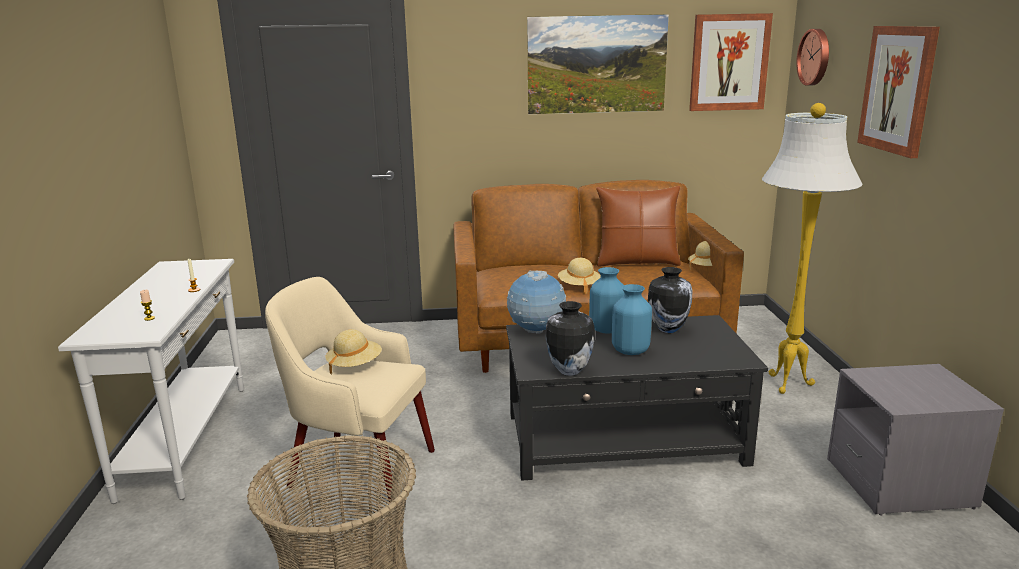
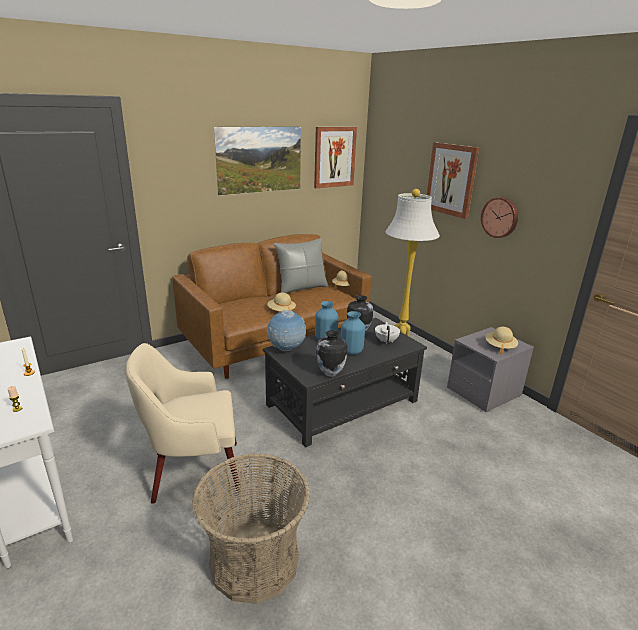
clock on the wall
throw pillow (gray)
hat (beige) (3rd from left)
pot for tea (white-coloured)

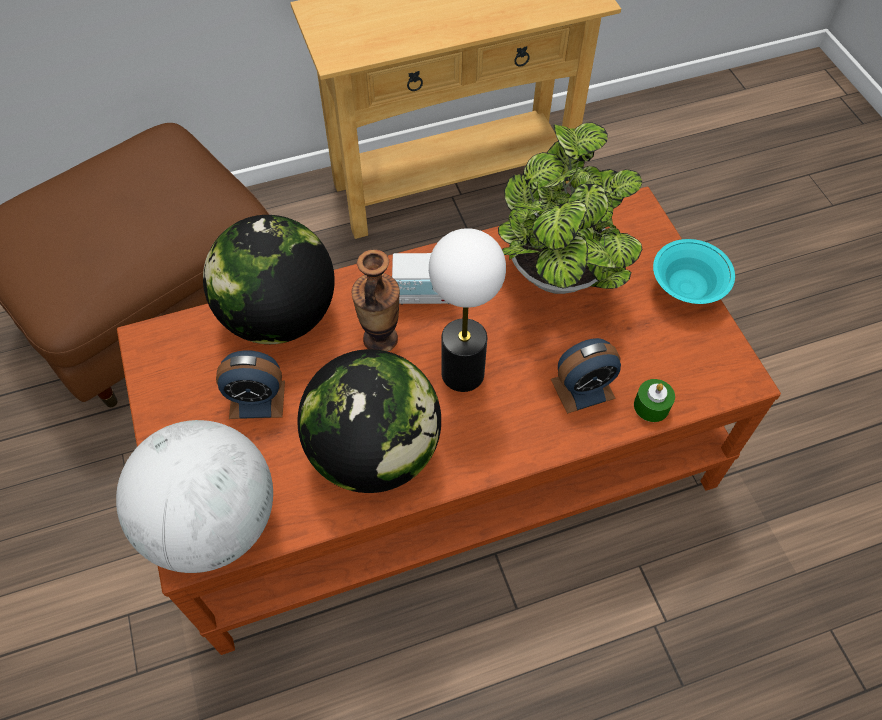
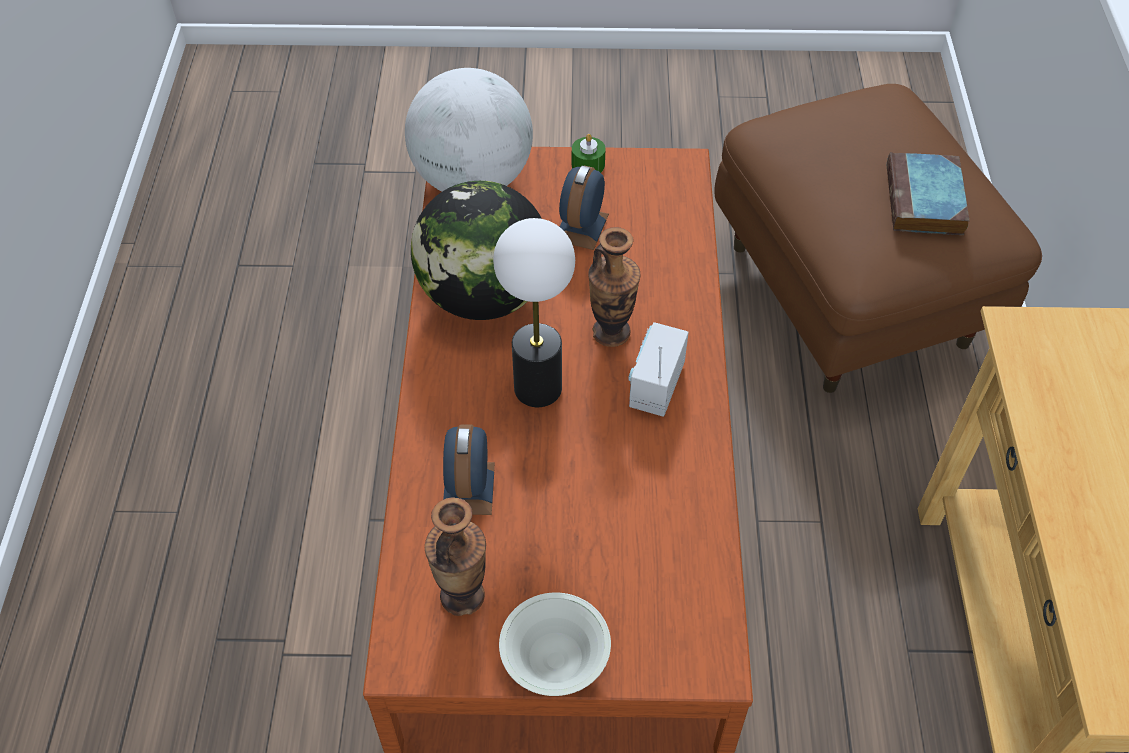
houseplant
globe (2nd from left in the first image)
deep dish (white-coloured)
wax candle (green)
bound book
vase (1st from left)

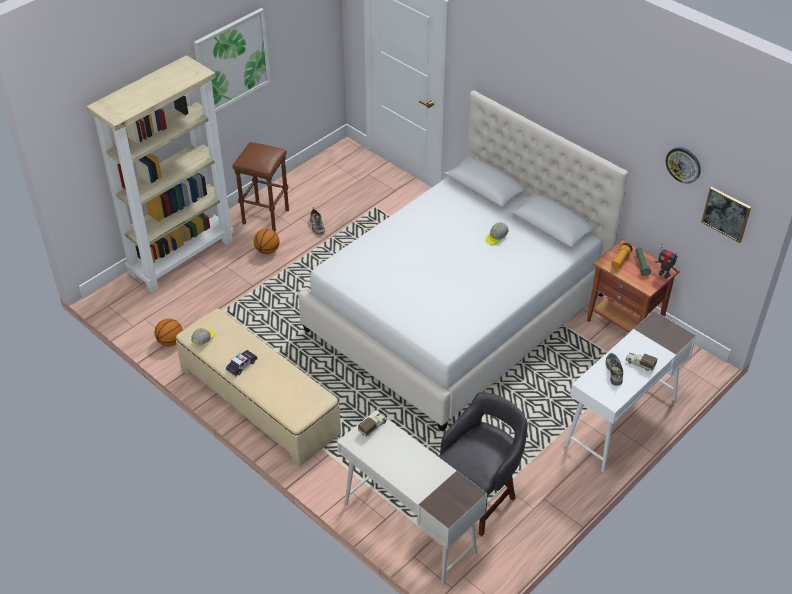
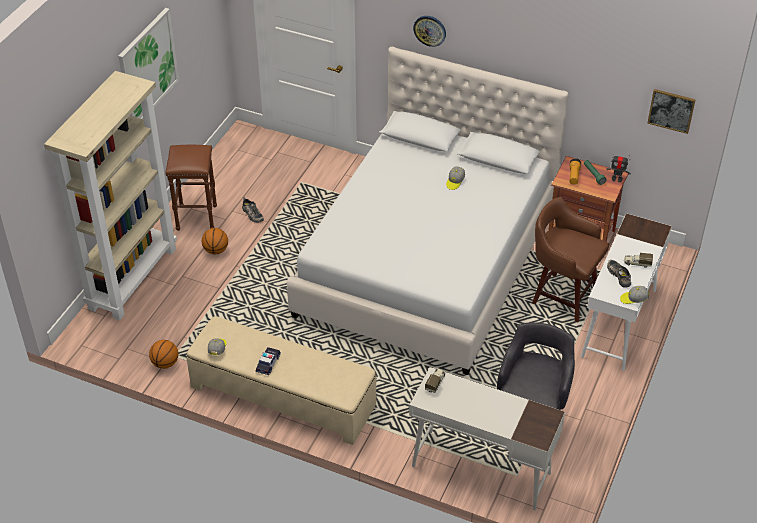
clock on the wall
stool (brownish) (2nd from left)
baseball cap (3rd from left)

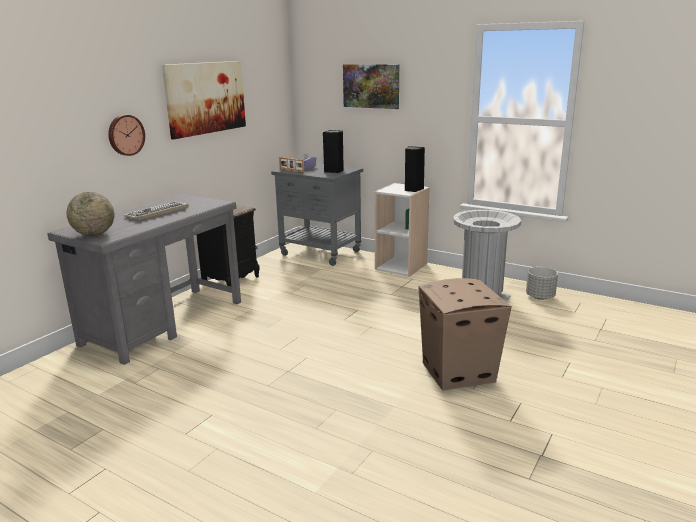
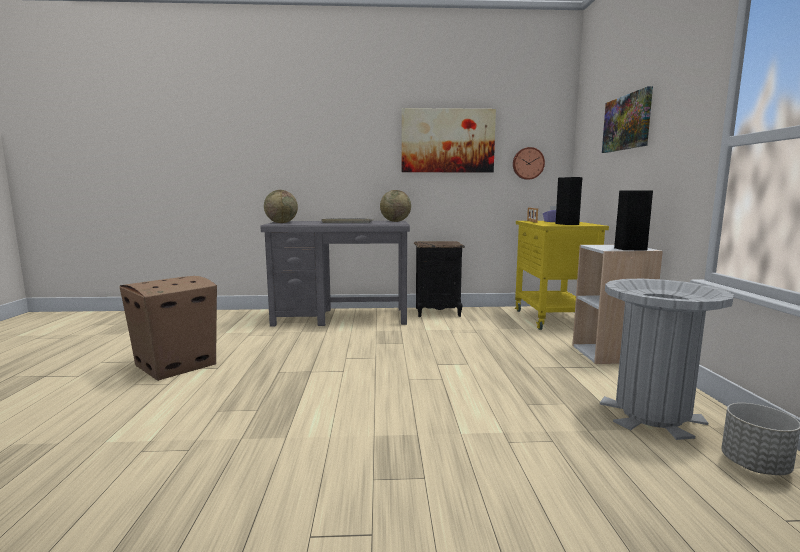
clock on the wall
wheeled cart (yellowish)
cardboard box
globe (2nd from left)

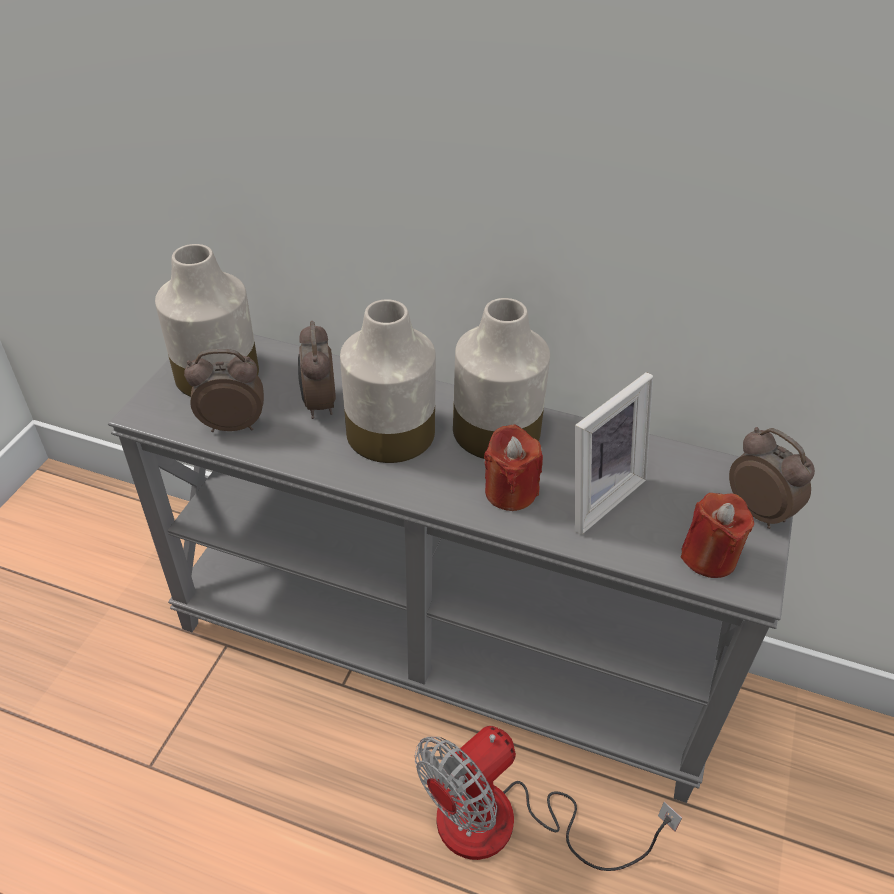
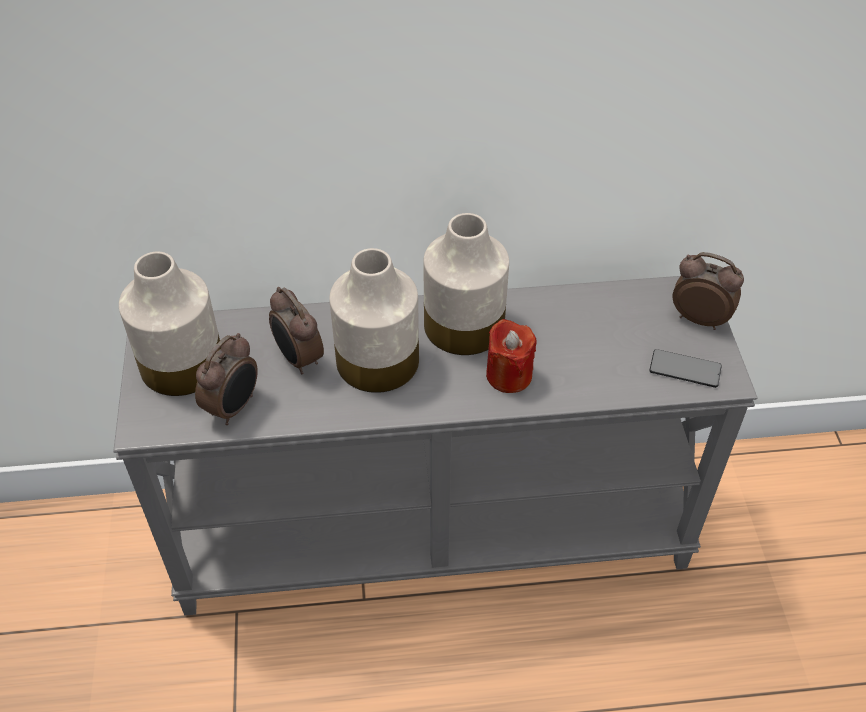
alarm clock (1st from left)
photo frame
telephone
fan

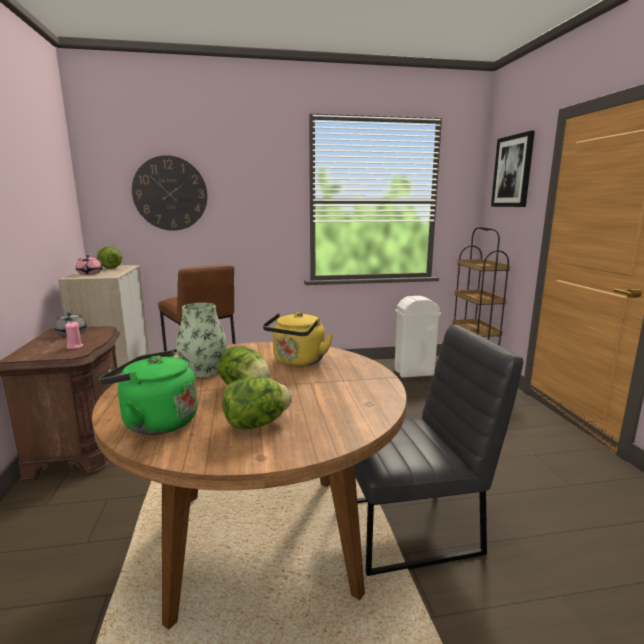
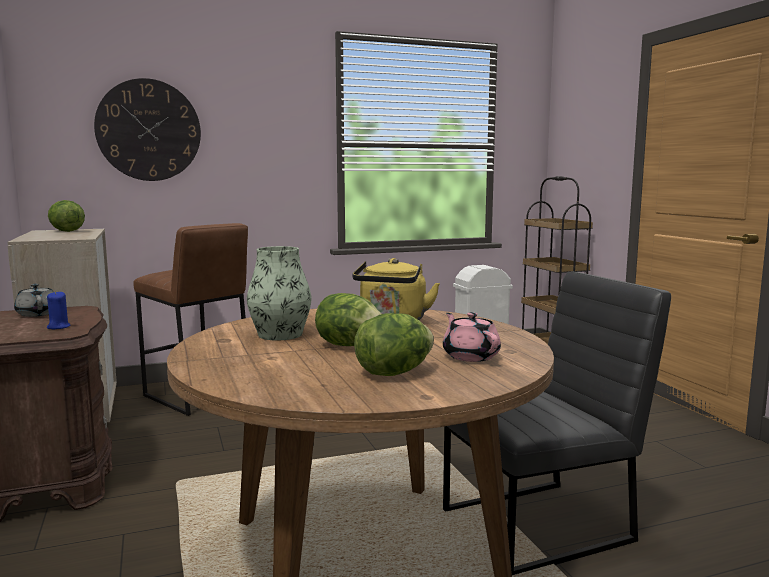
wall art
pot for tea (pink-coloured)
wax candle (blue-coloured)
water kettle (green)

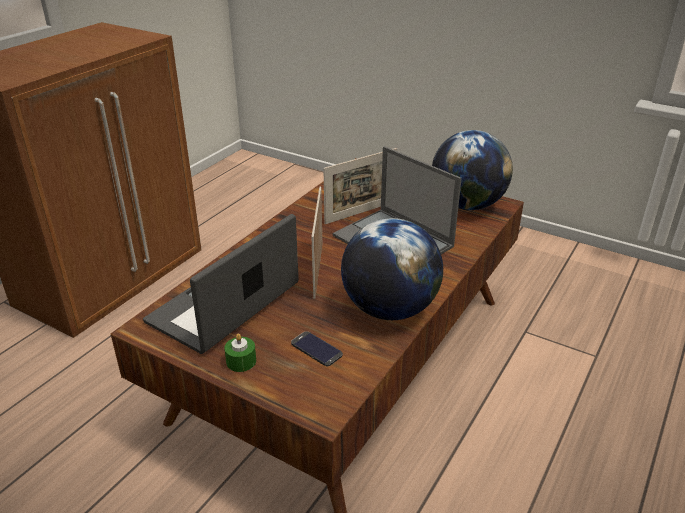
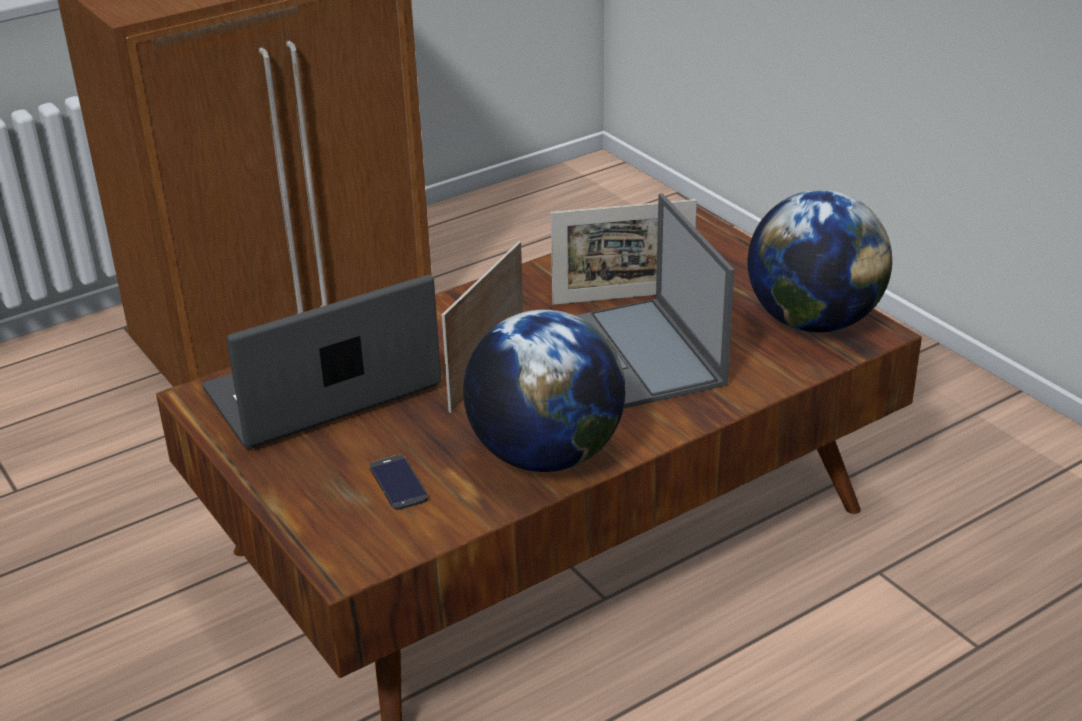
wax candle (green)

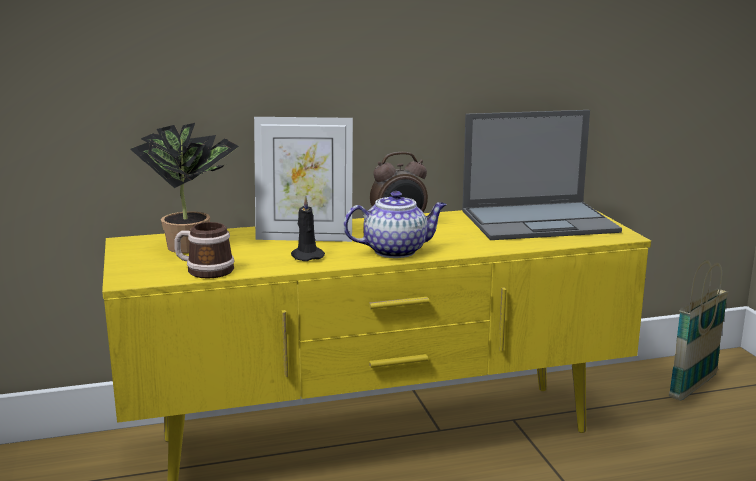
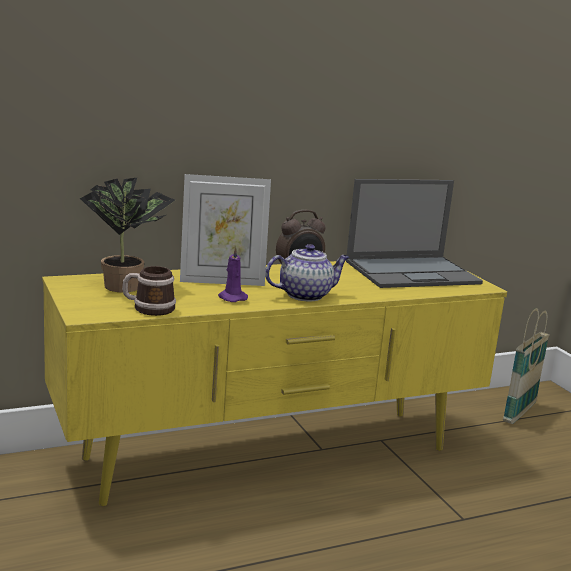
wax candle (purple)

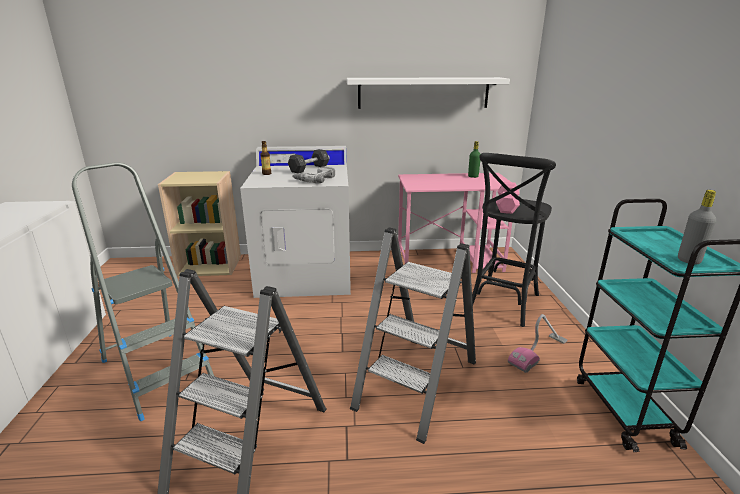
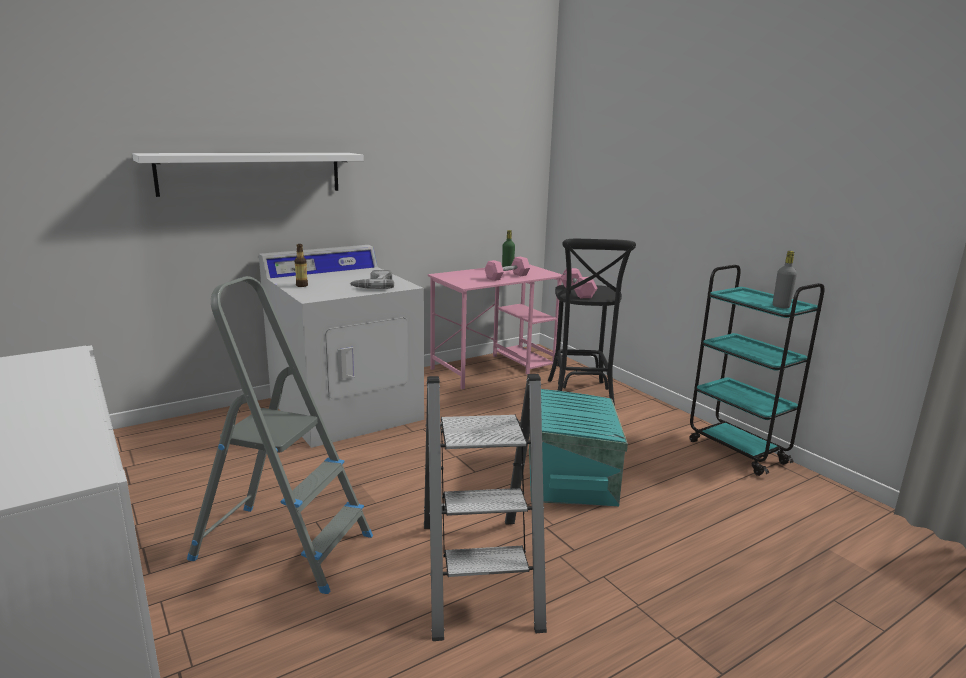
wall shelf (white-coloured)
free weight (blackish)
bookshelf (beige)
storage bin (blue-green)
vacuum cleaner
free weight (pink-coloured) (1st from left)

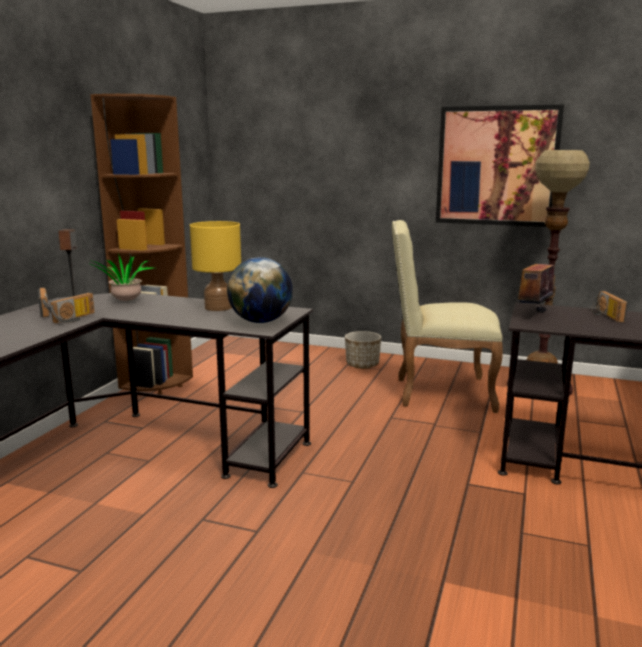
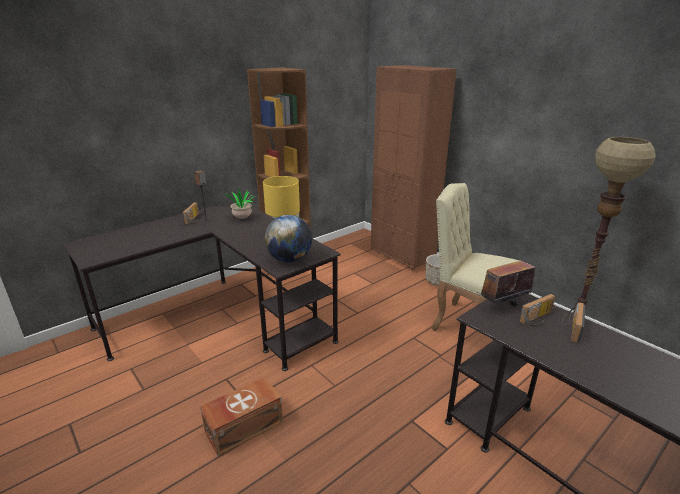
wall art
radio receiver (3rd from left)
storage cabinet (brownish)
storage bin (brownish)

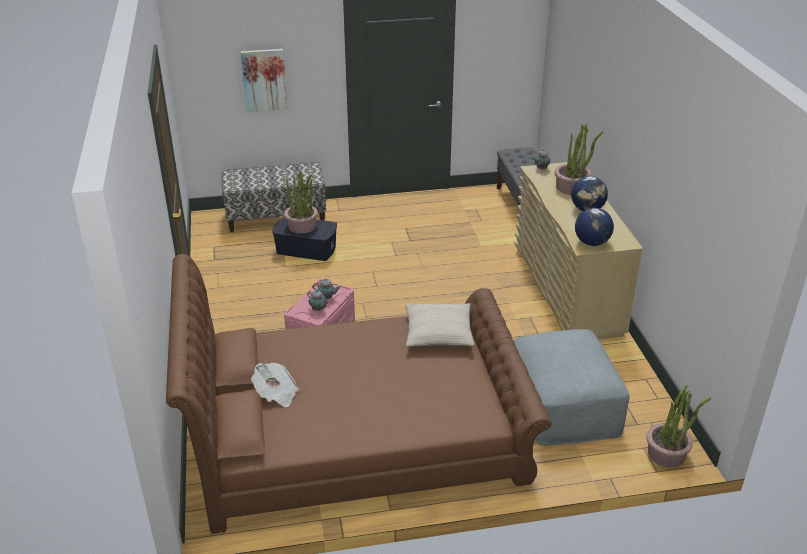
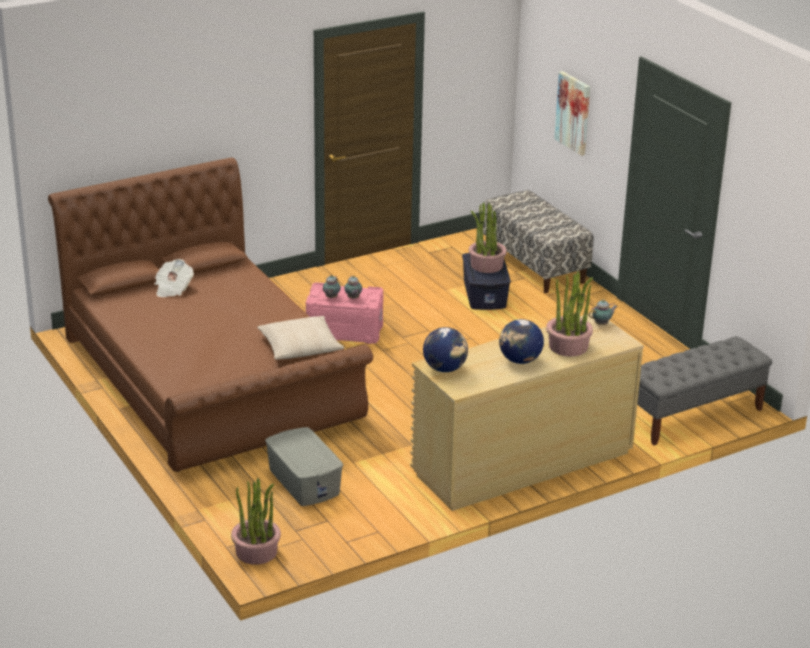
storage bin (gray)

